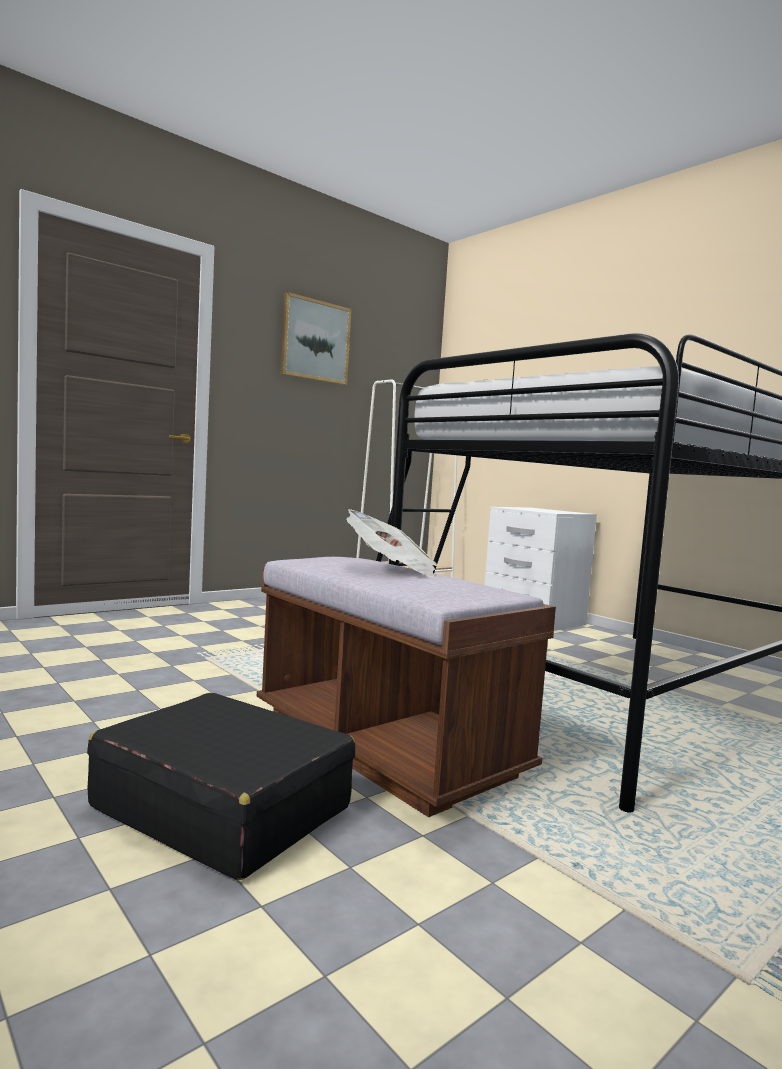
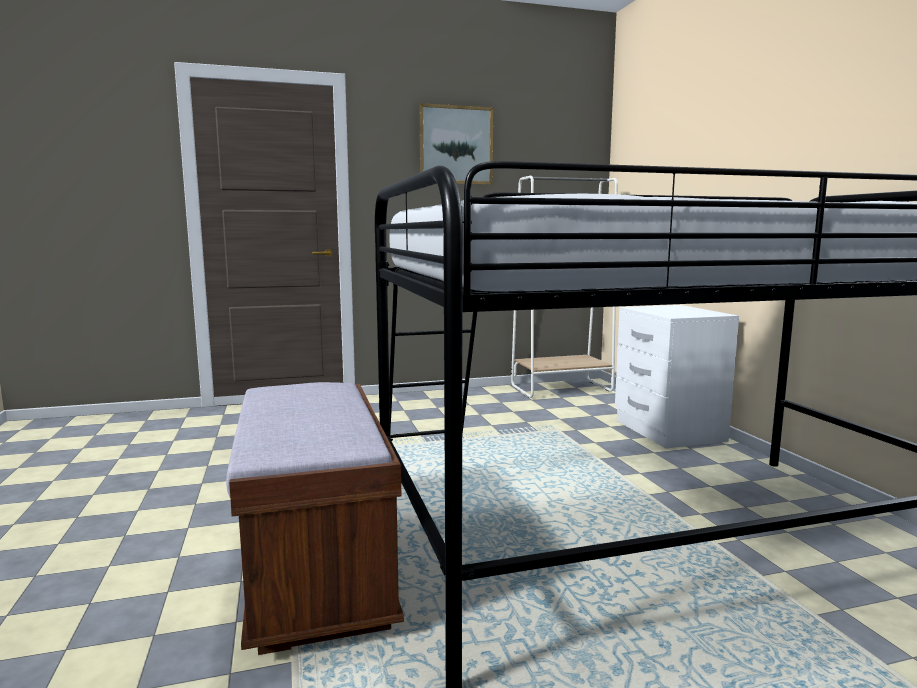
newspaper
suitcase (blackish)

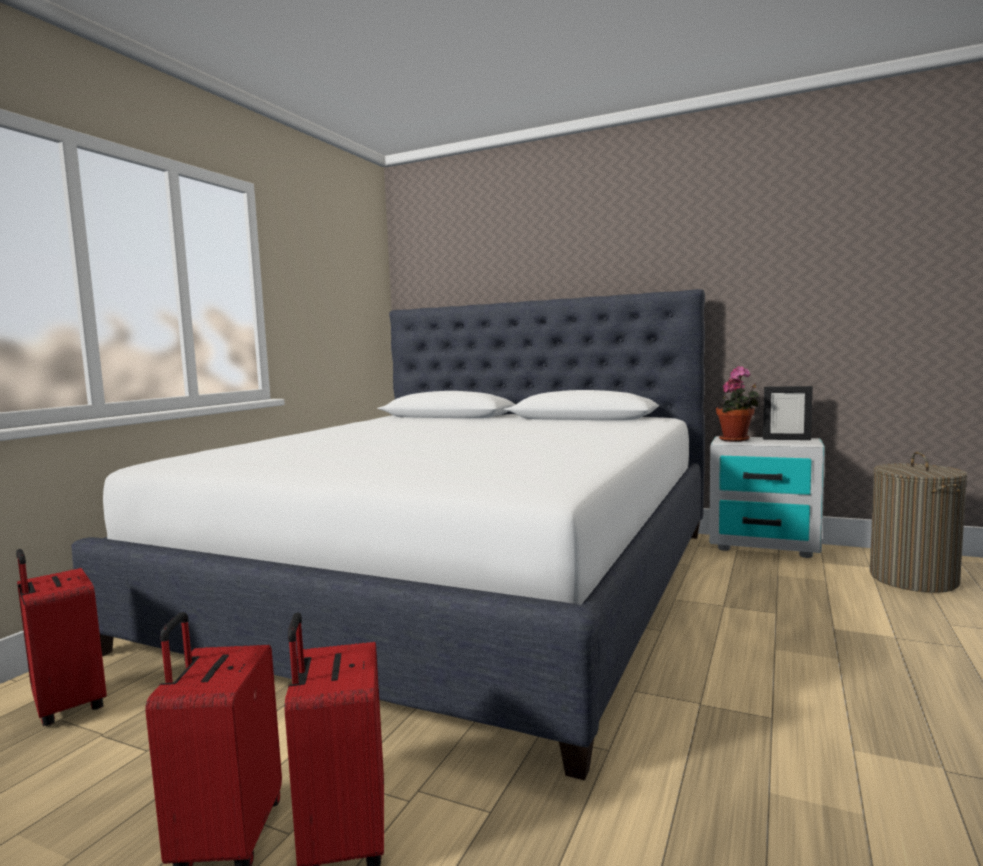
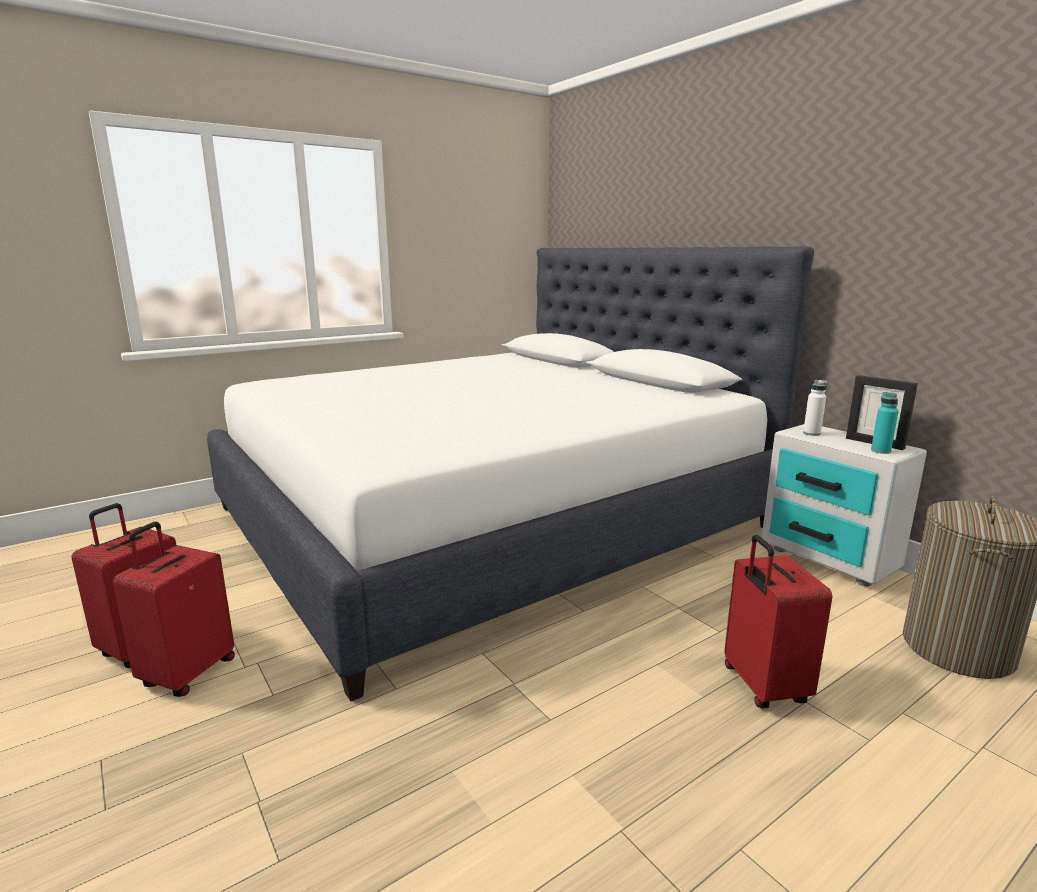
bottle (white-coloured)
suitcase (reddish) (3rd from left)
bottle (blue-green)

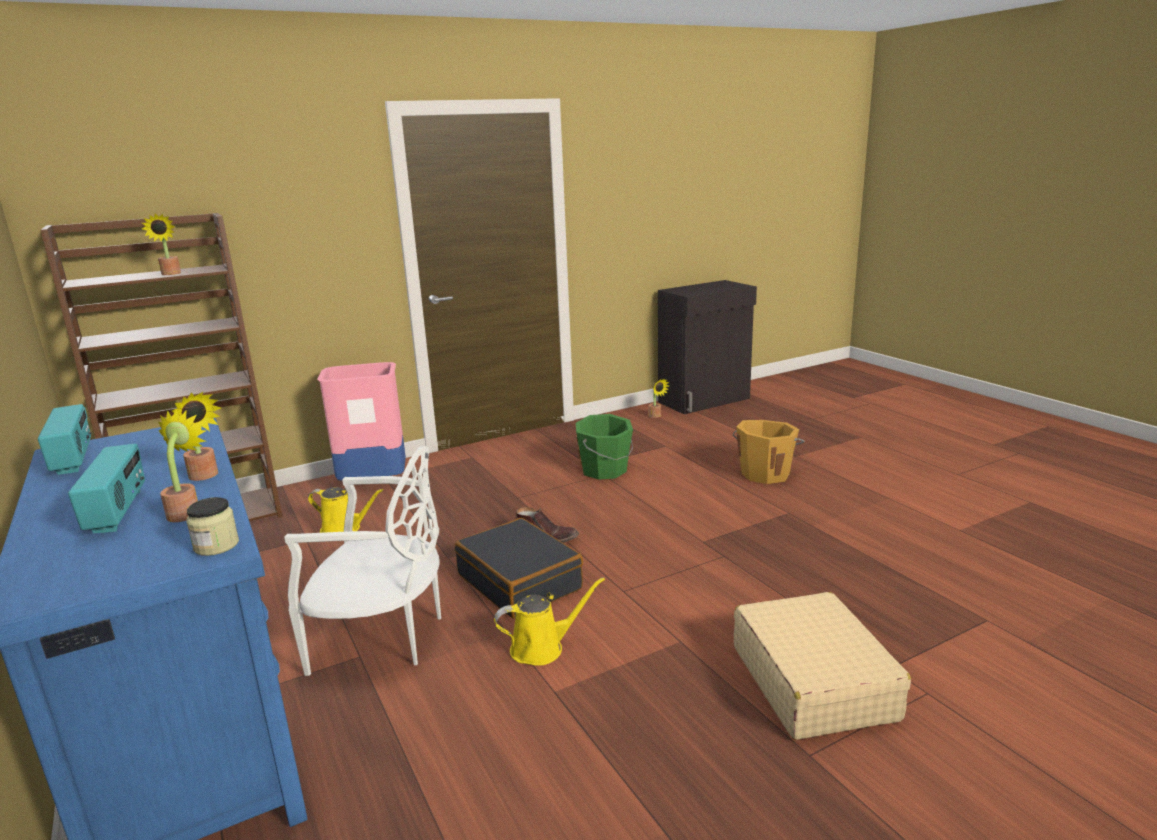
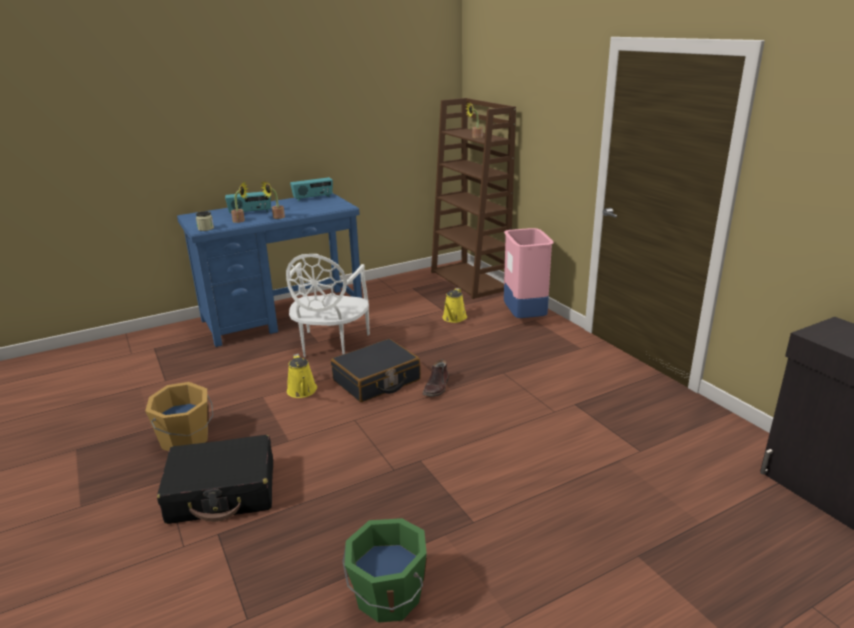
houseplant (4th from left in the first image)
water bucket (green)
water bucket (orangey)
suitcase (blackish) (1st from left)

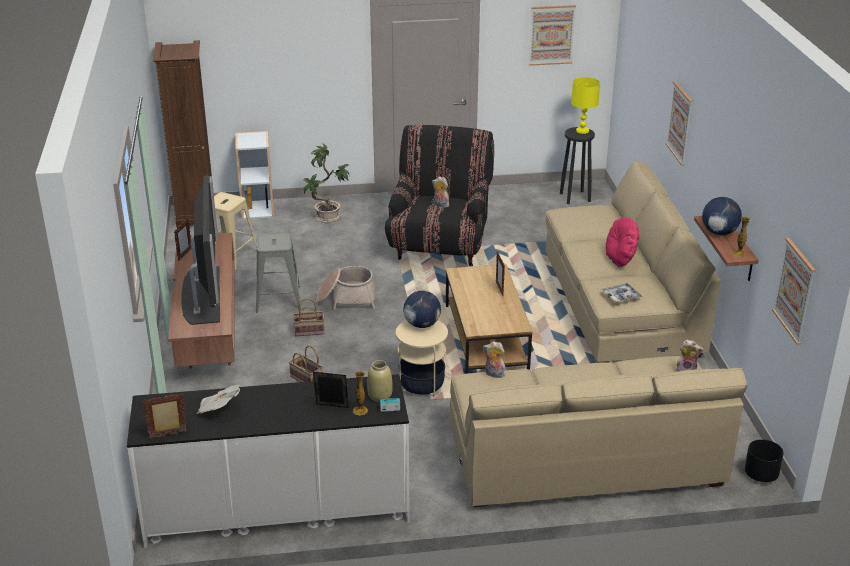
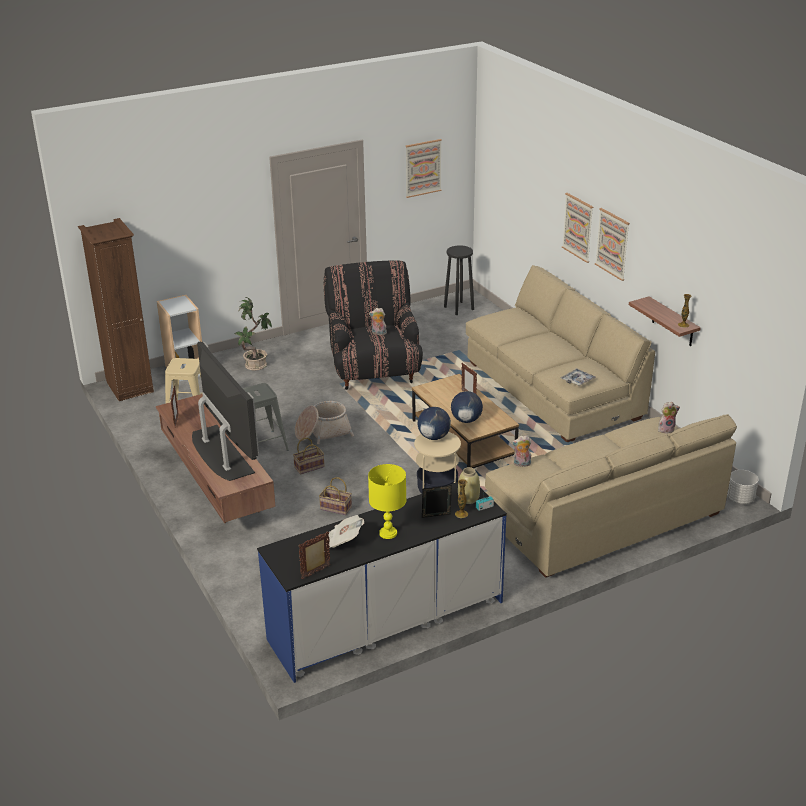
lamp for a table (yellowish)
globe (2nd from left)
throw pillow (pink-coloured)
wall art (3rd from left)
drawer chest (blue-coloured)
flower pot (white-coloured)

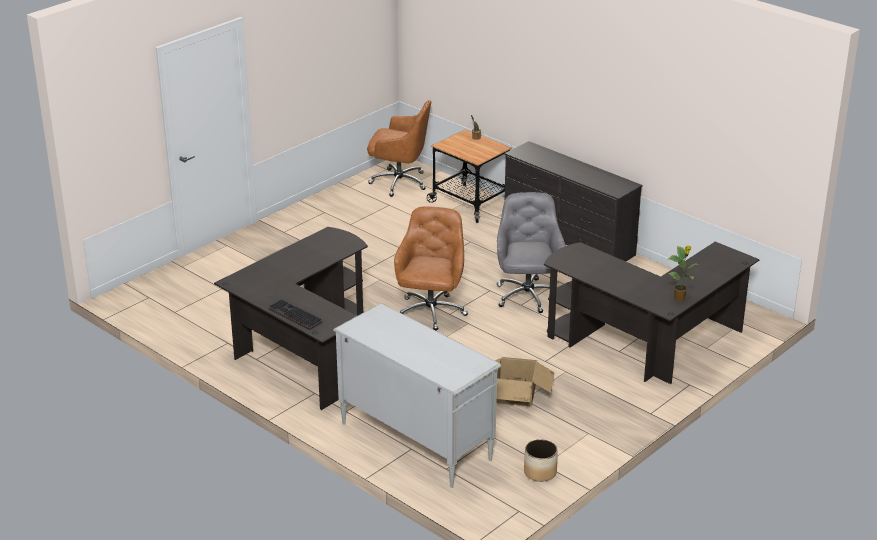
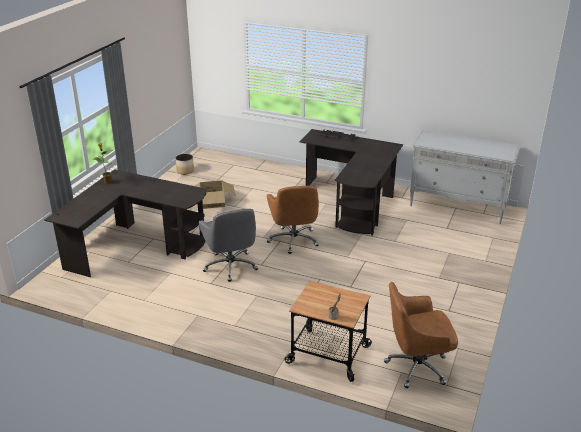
drawer chest (blackish)
drawer chest (white-coloured)

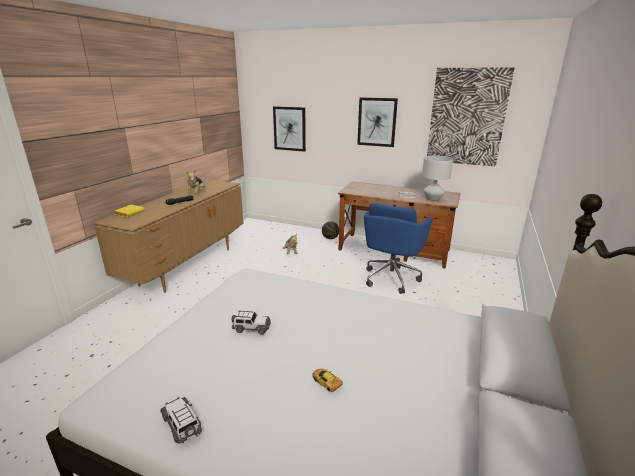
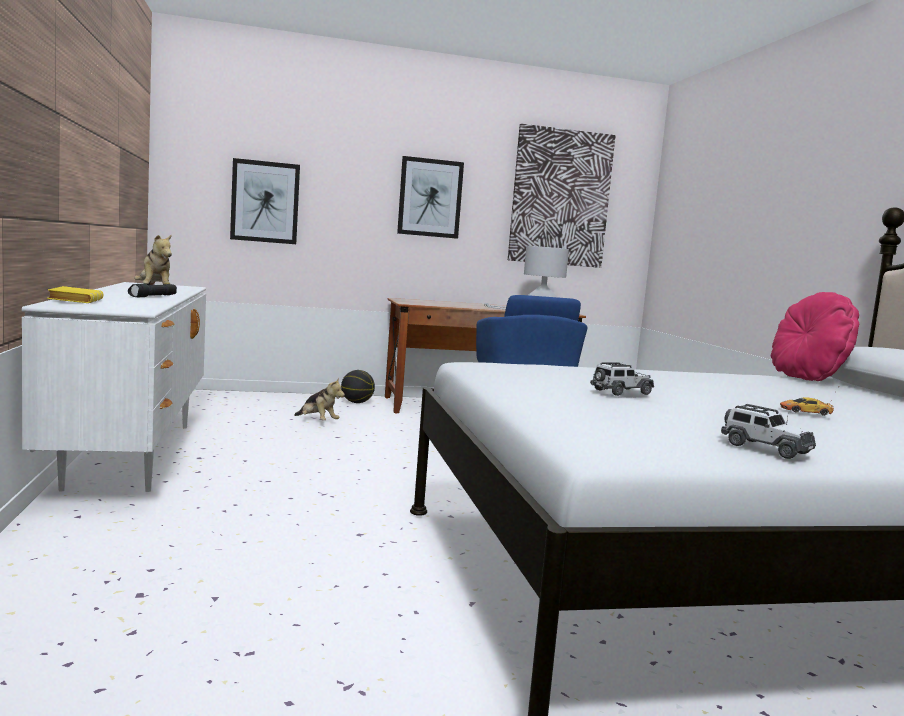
drawer chest (white-coloured)
model car (2nd from left)
throw pillow (pink-coloured)

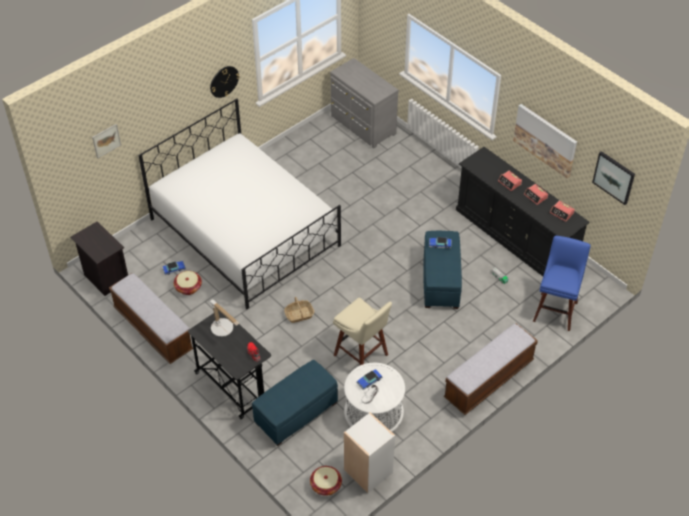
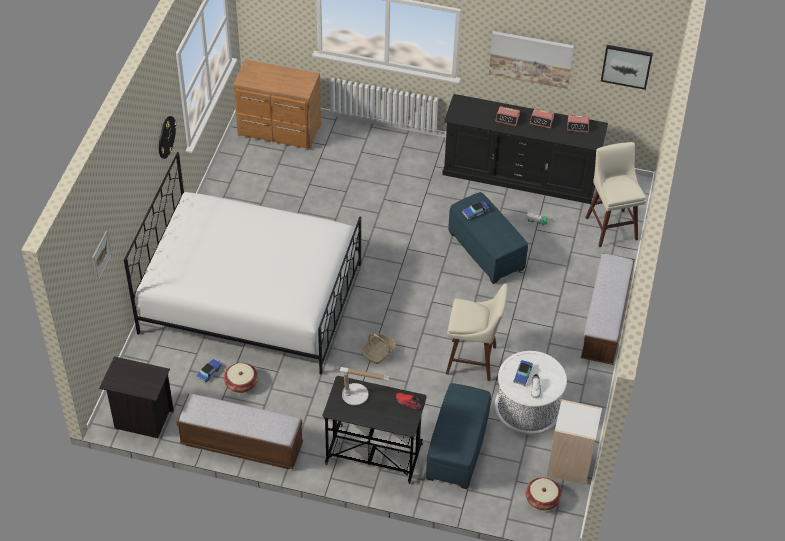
drawer chest (brownish)
stool (beige) (2nd from left)

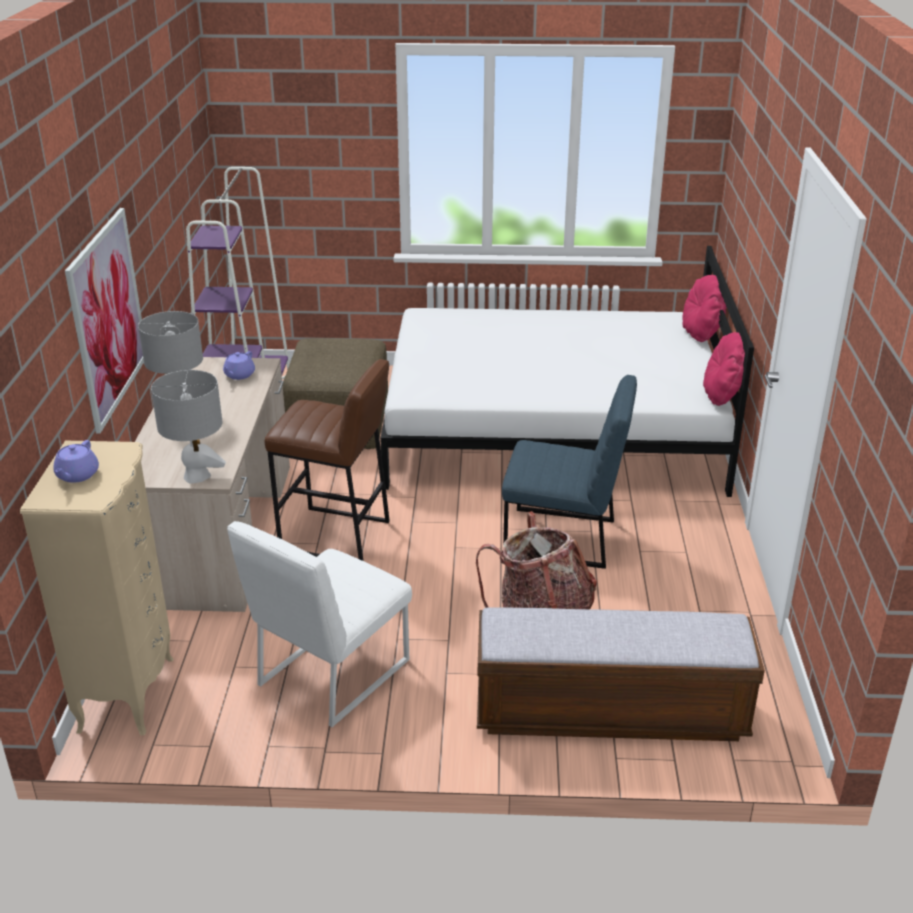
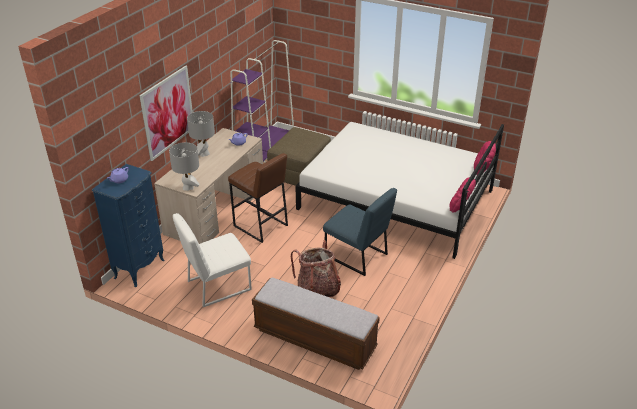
drawer chest (blue-coloured)

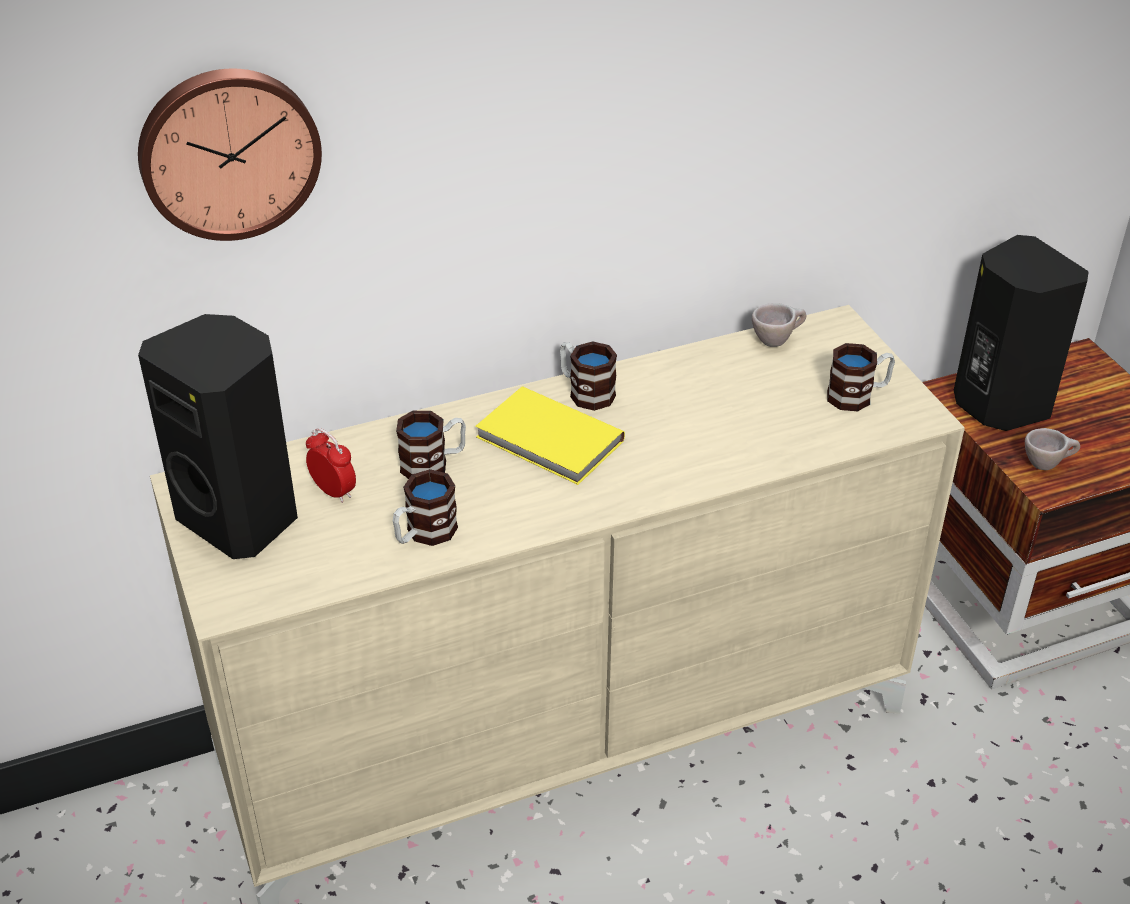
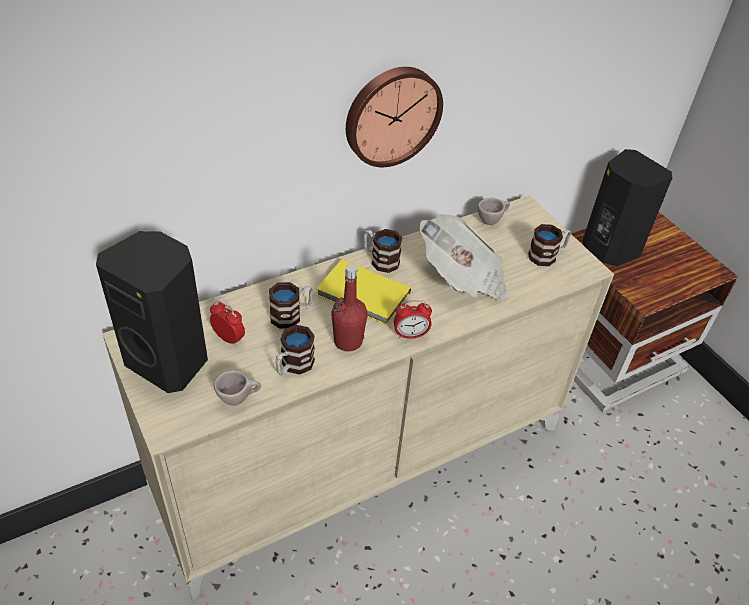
clock on the wall
cup (beige) (1st from left)
newspaper
bottle (reddish)
alarm clock (2nd from left)

